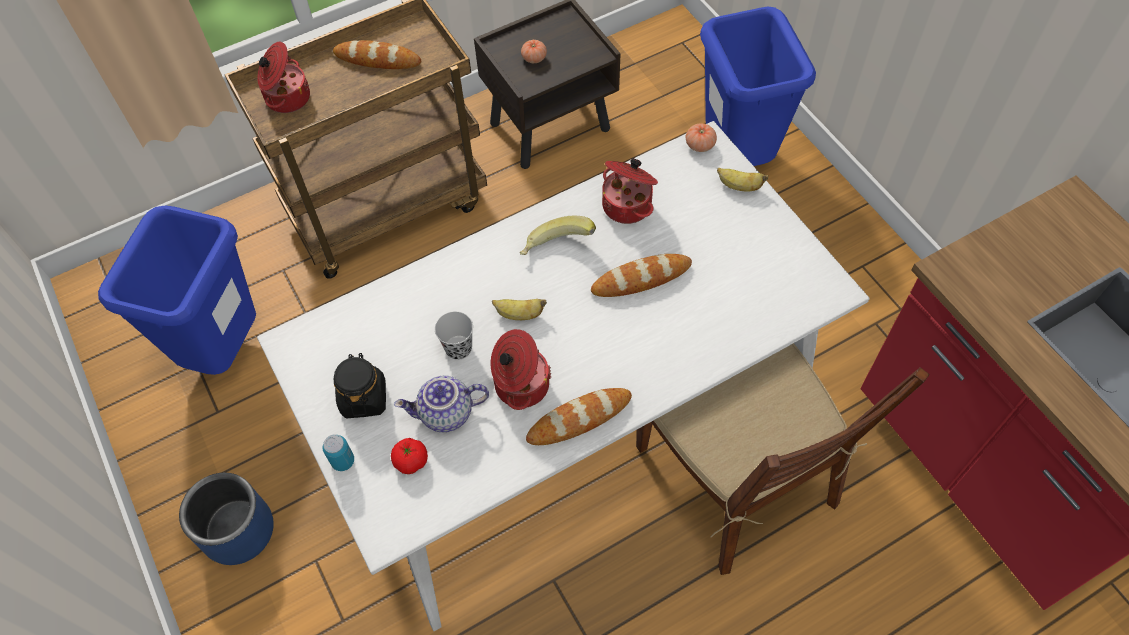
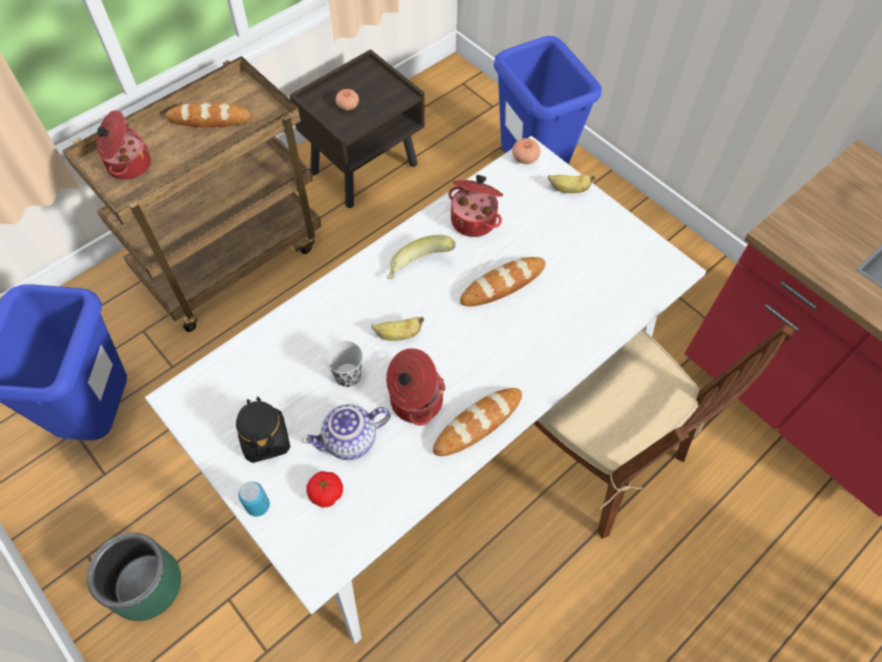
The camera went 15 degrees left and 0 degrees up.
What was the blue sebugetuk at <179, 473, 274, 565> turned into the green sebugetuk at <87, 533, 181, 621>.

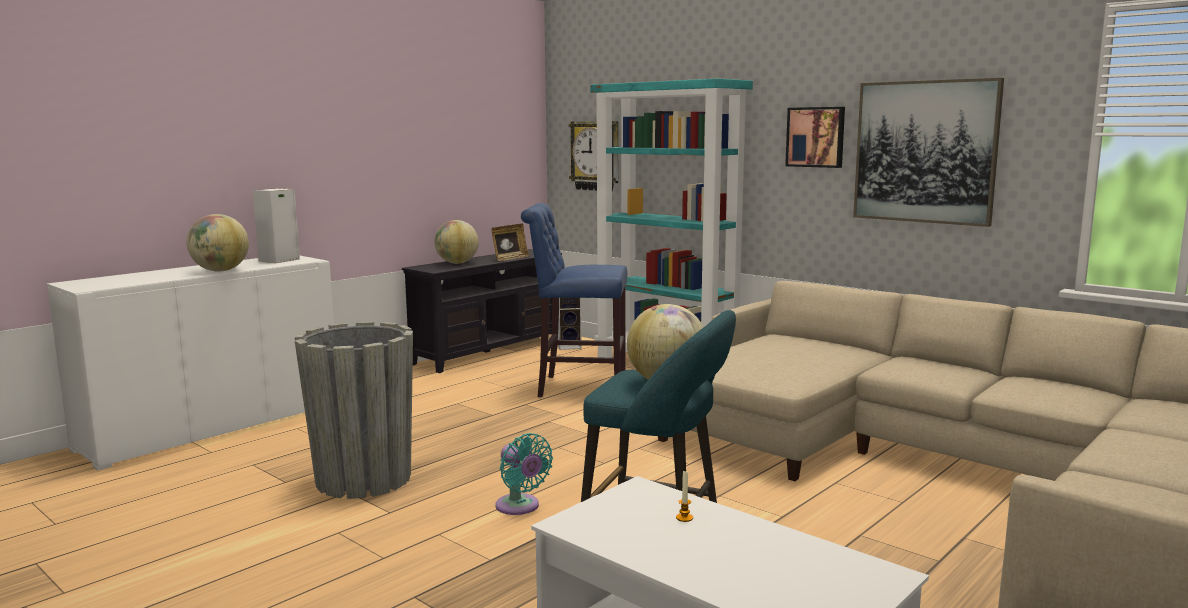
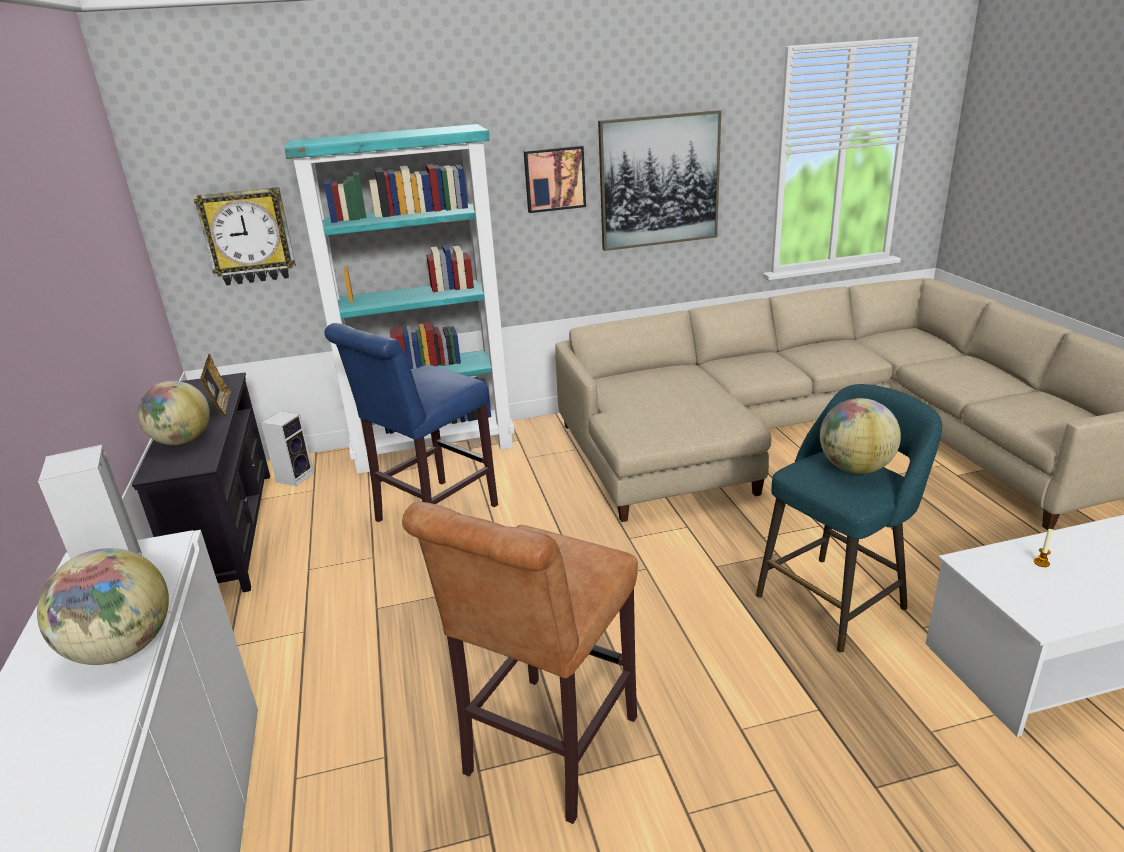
The camera went 55 degrees left and 15 degrees up.
Where the grey sebugetuk stood at <295, 322, 413, 499>, the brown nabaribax came to stand at <402, 502, 638, 824>.
The second view lost the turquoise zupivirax at <495, 433, 553, 515>.

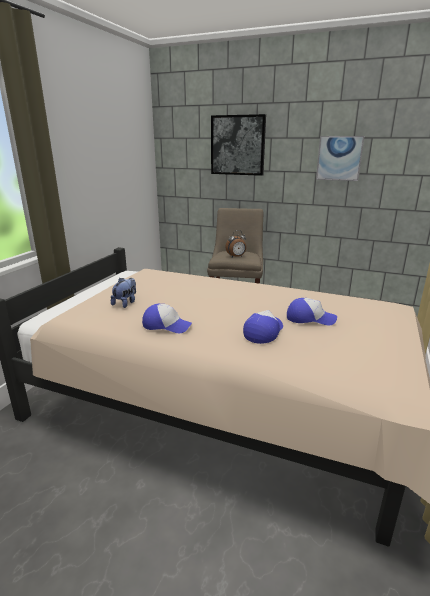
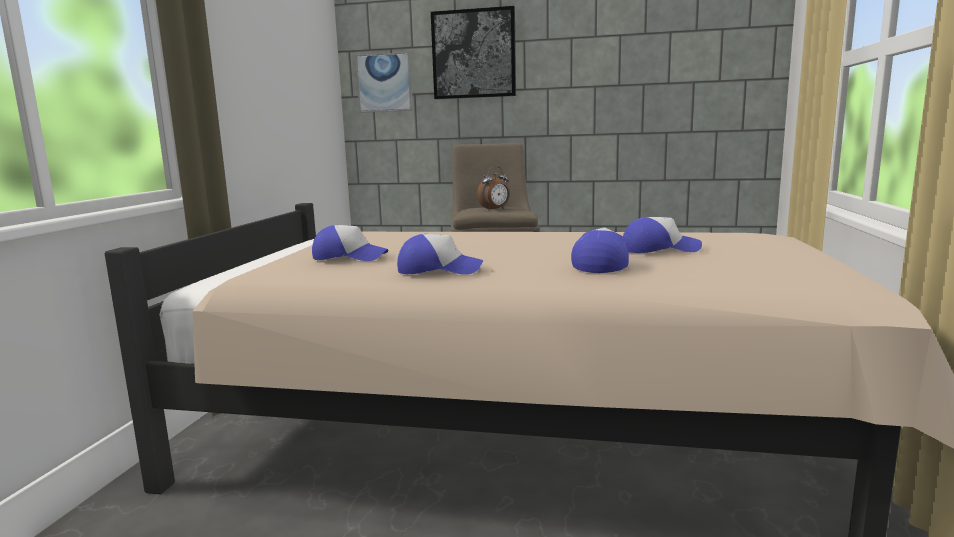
The camera went 10 degrees left and 10 degrees down.
The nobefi ended up elsewhere, having gone from <316, 136, 365, 181> to <356, 52, 413, 113>.
Where the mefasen stood at <111, 278, 136, 308>, the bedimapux came to stand at <312, 225, 388, 261>.

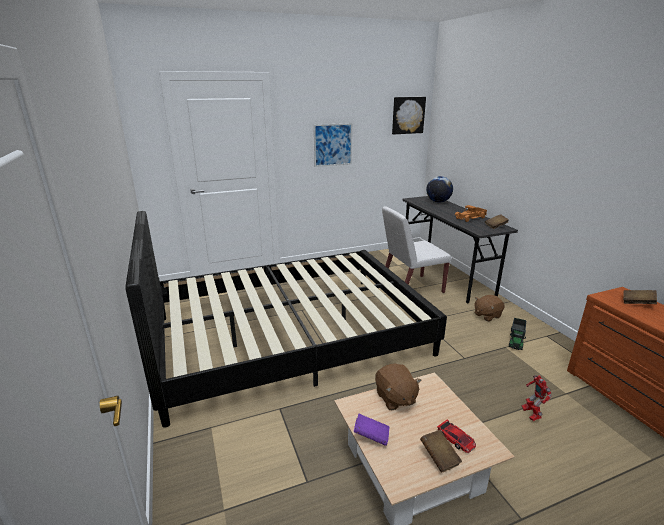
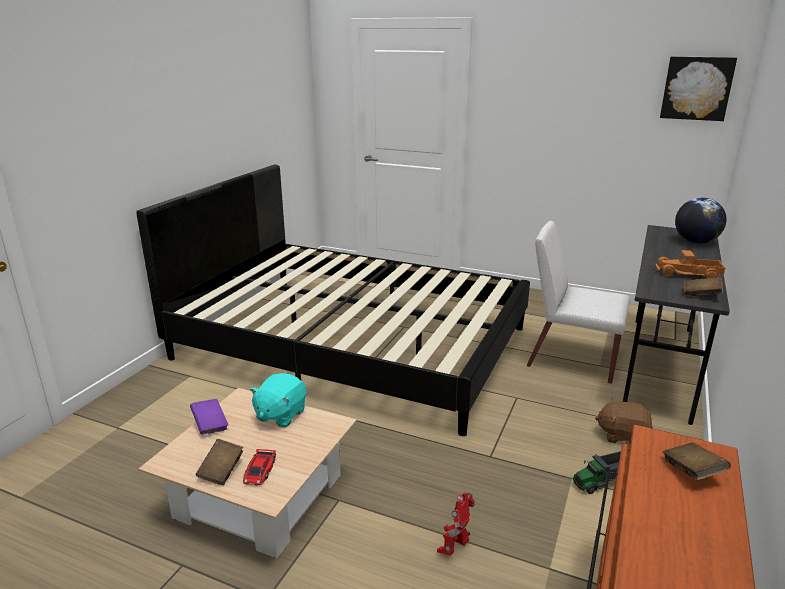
The camera went 45 degrees right and 0 degrees up.
The second view lost the nobefi at <314, 123, 352, 167>.
What was the brown mefasen at <375, 364, 422, 410> turned into the turquoise mefasen at <249, 373, 307, 427>.

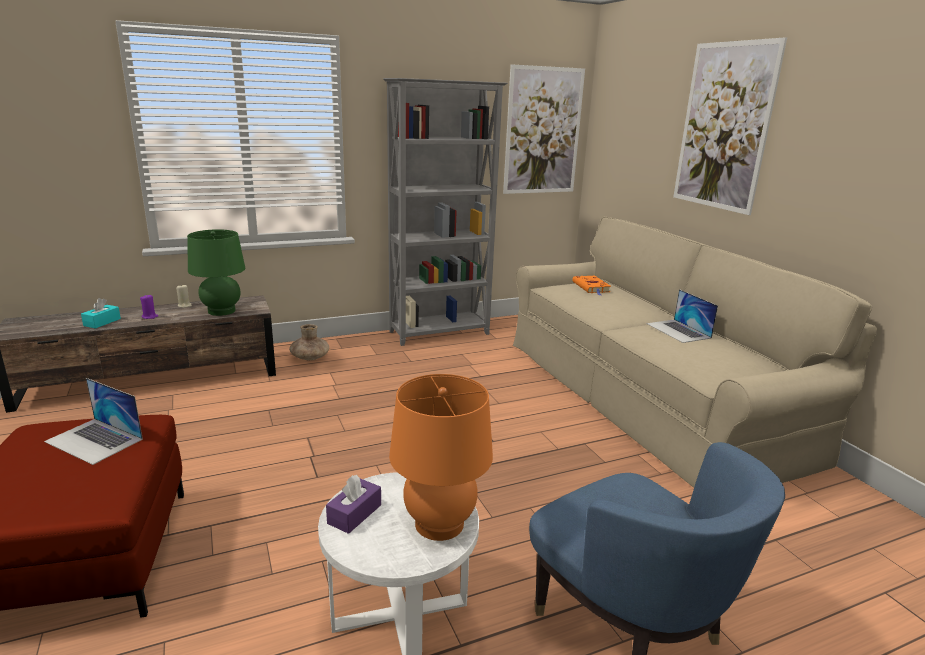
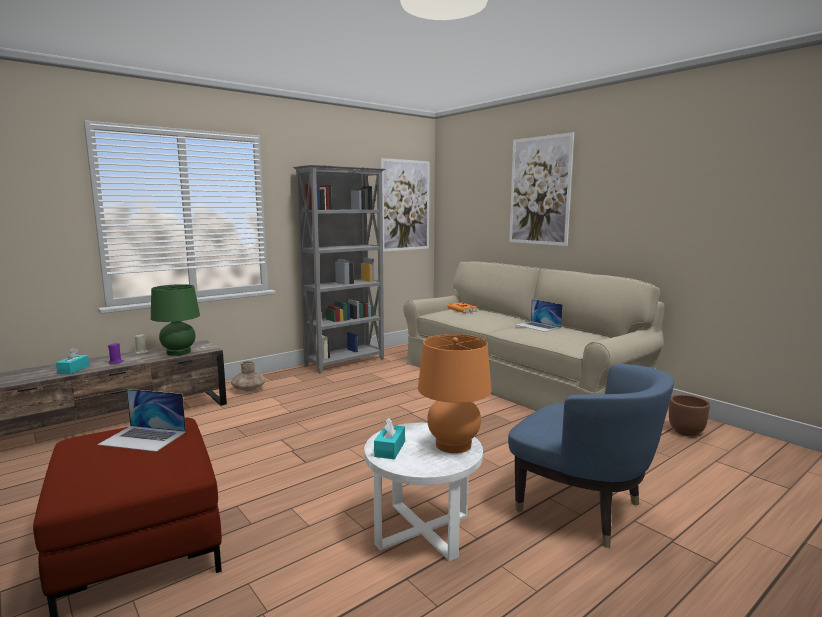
The camera went 15 degrees left and 10 degrees down.
What was the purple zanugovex at <326, 475, 381, 534> turned into the turquoise zanugovex at <374, 417, 405, 459>.
The second view gained the brown sebugetuk at <669, 395, 710, 436>.

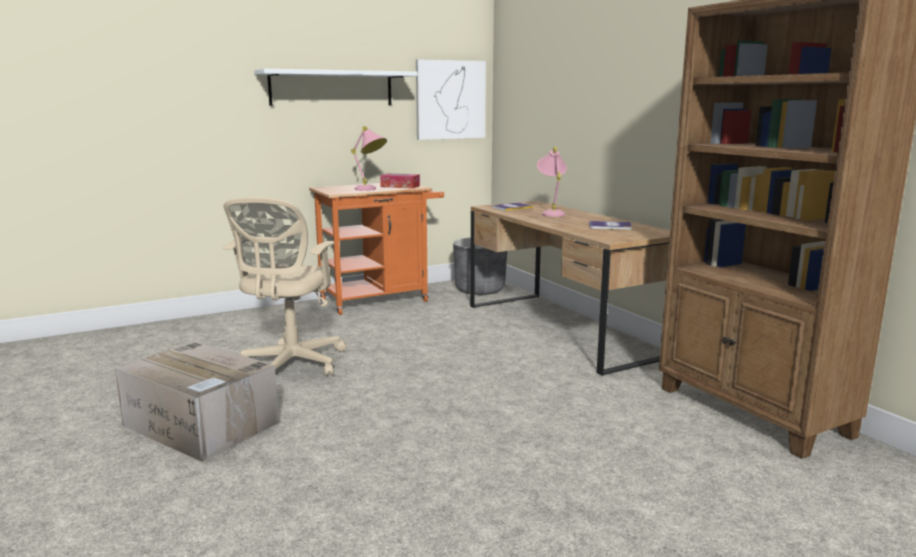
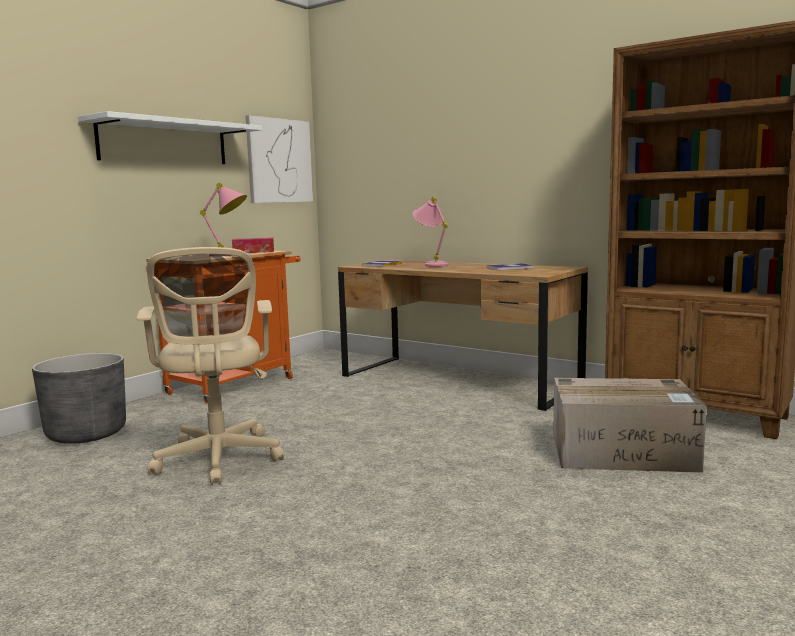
The camera went 25 degrees left and 5 degrees down.
The grey sebugetuk ended up elsewhere, having gone from <453, 237, 507, 295> to <32, 353, 126, 444>.
The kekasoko ended up elsewhere, having gone from <115, 341, 279, 462> to <553, 378, 707, 473>.

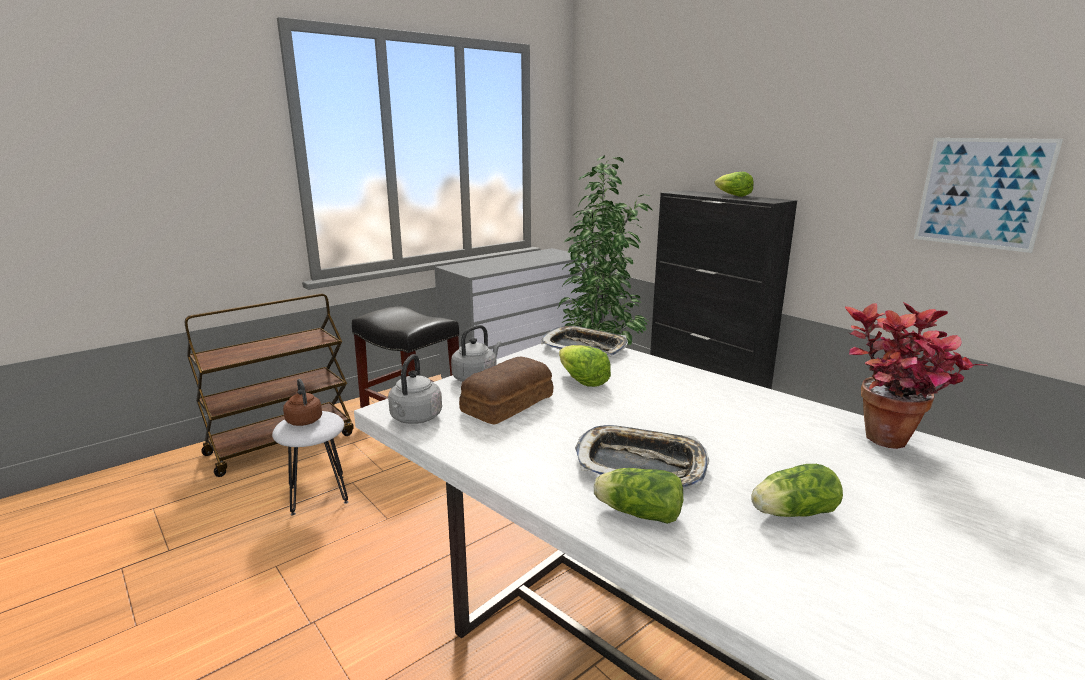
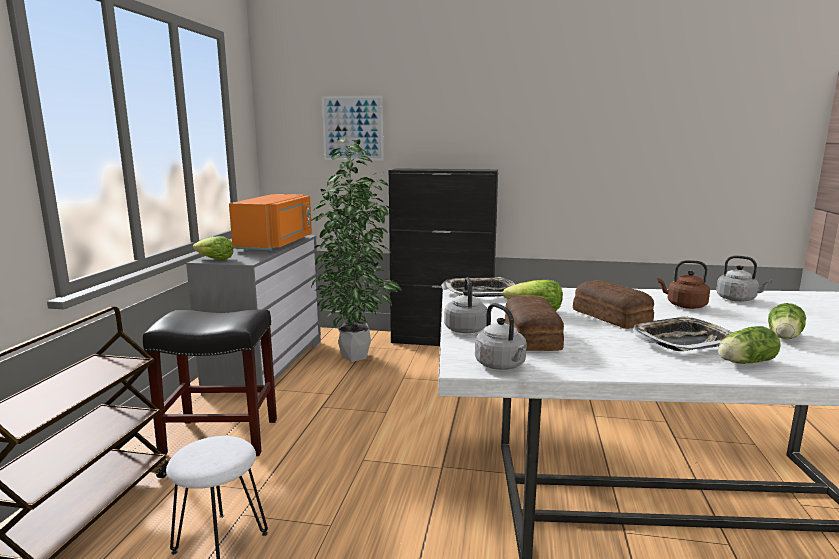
The camera went 40 degrees left and 5 degrees down.
The nobefi ended up elsewhere, having gone from <914, 138, 1063, 253> to <322, 96, 383, 160>.
The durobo ended up elsewhere, having gone from <714, 172, 754, 197> to <193, 236, 233, 260>.
Where the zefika stood at <845, 302, 985, 449>, the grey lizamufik came to stand at <716, 255, 772, 302>.
The brown lizamufik ended up elsewhere, having gone from <283, 379, 322, 426> to <657, 260, 710, 309>.
The second view gained the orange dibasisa at <229, 194, 312, 251>.
The second view gained the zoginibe at <573, 280, 654, 329>.

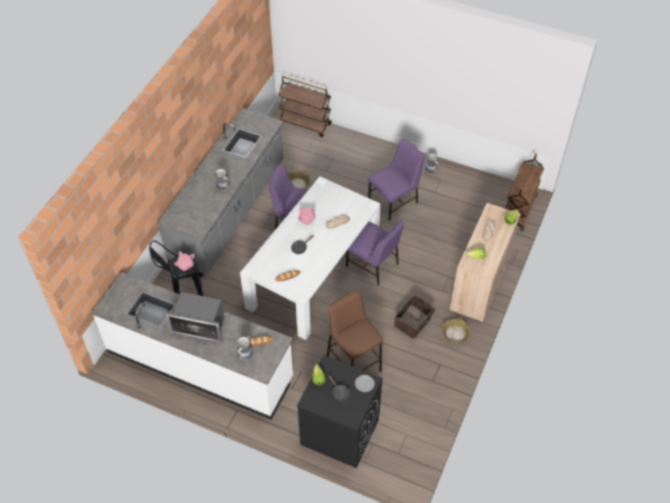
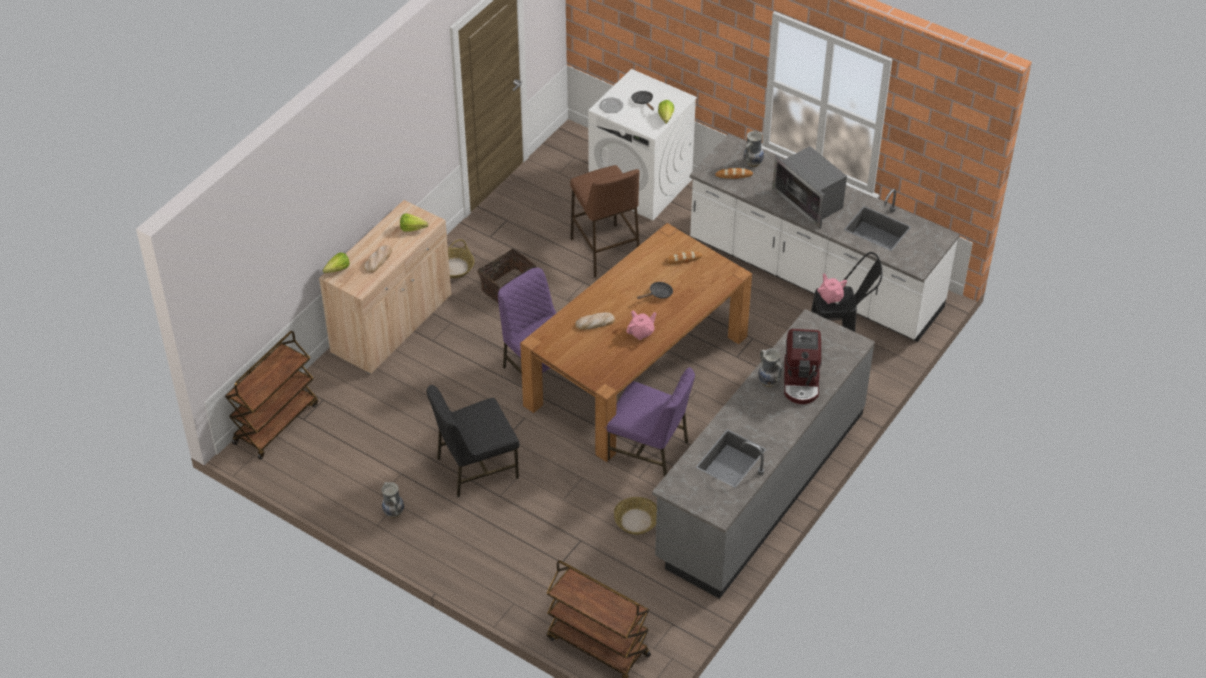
The camera went 170 degrees left and 5 degrees down.
What was the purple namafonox at <368, 139, 424, 221> turned into the black namafonox at <426, 385, 520, 497>.
What was the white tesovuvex at <240, 176, 381, 340> turned into the brown tesovuvex at <520, 223, 752, 462>.
The dibasisa at <165, 292, 225, 343> ended up facing another way, 150 degrees counterclockwise from before.
What was the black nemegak at <297, 355, 382, 468> turned into the white nemegak at <588, 69, 697, 220>.
The second view gained the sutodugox at <784, 329, 821, 404>.

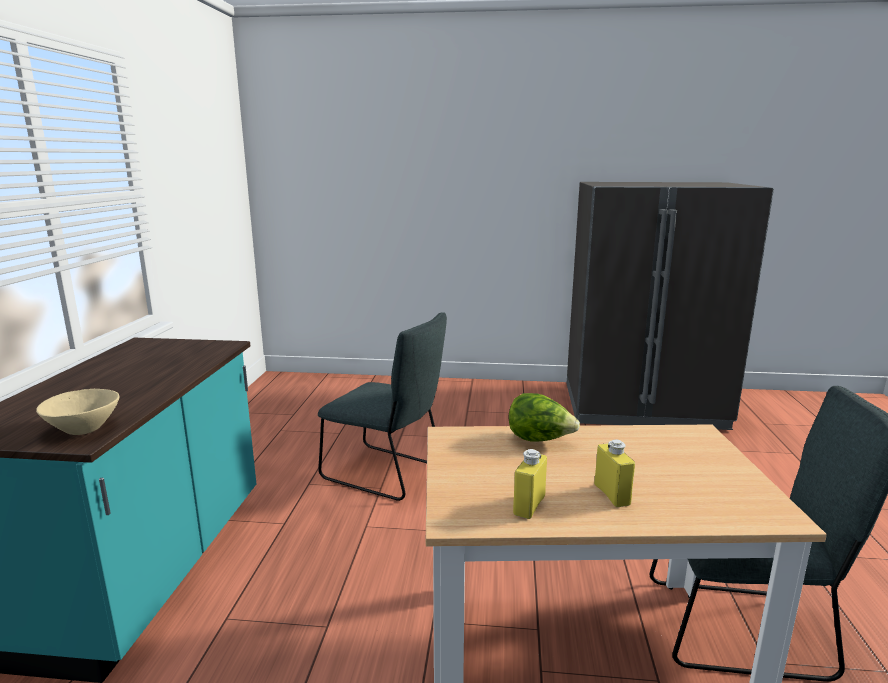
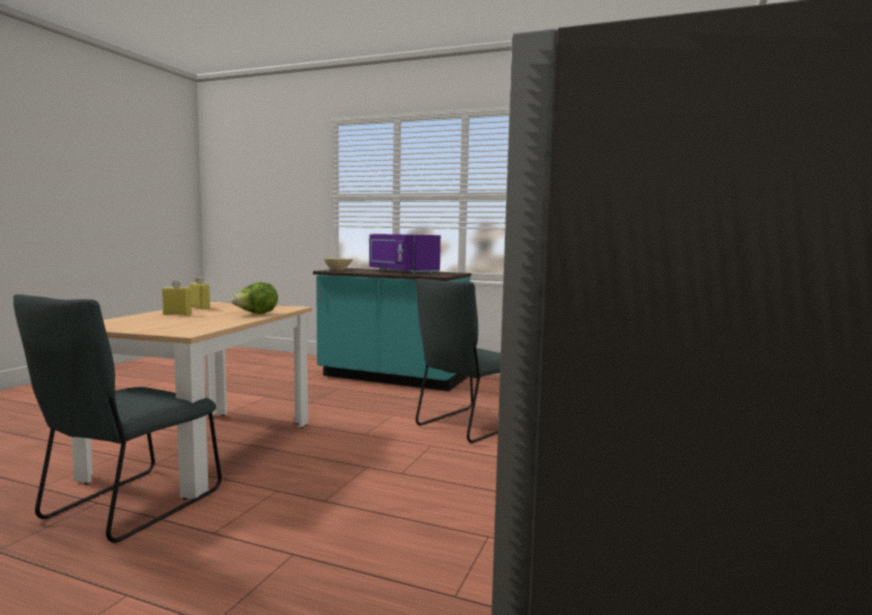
The camera went 105 degrees right and 10 degrees down.
The second view gained the purple dibasisa at <369, 234, 441, 275>.

